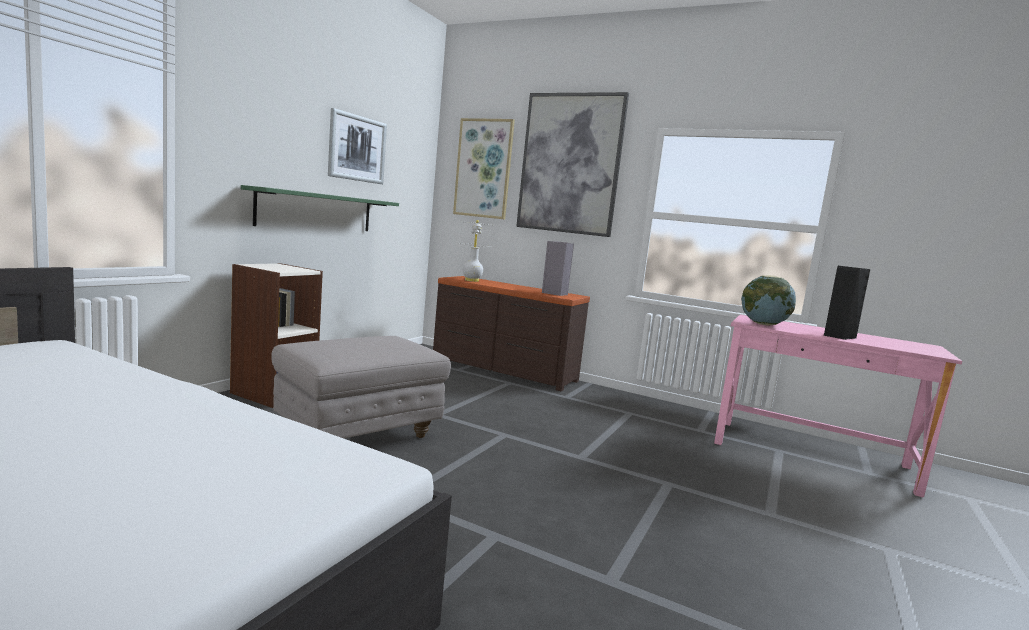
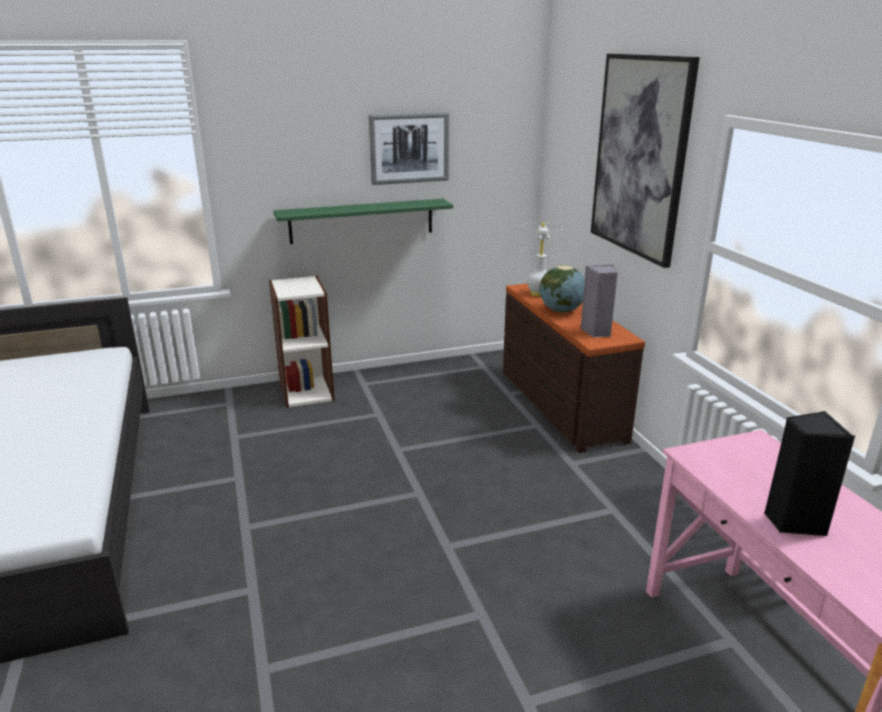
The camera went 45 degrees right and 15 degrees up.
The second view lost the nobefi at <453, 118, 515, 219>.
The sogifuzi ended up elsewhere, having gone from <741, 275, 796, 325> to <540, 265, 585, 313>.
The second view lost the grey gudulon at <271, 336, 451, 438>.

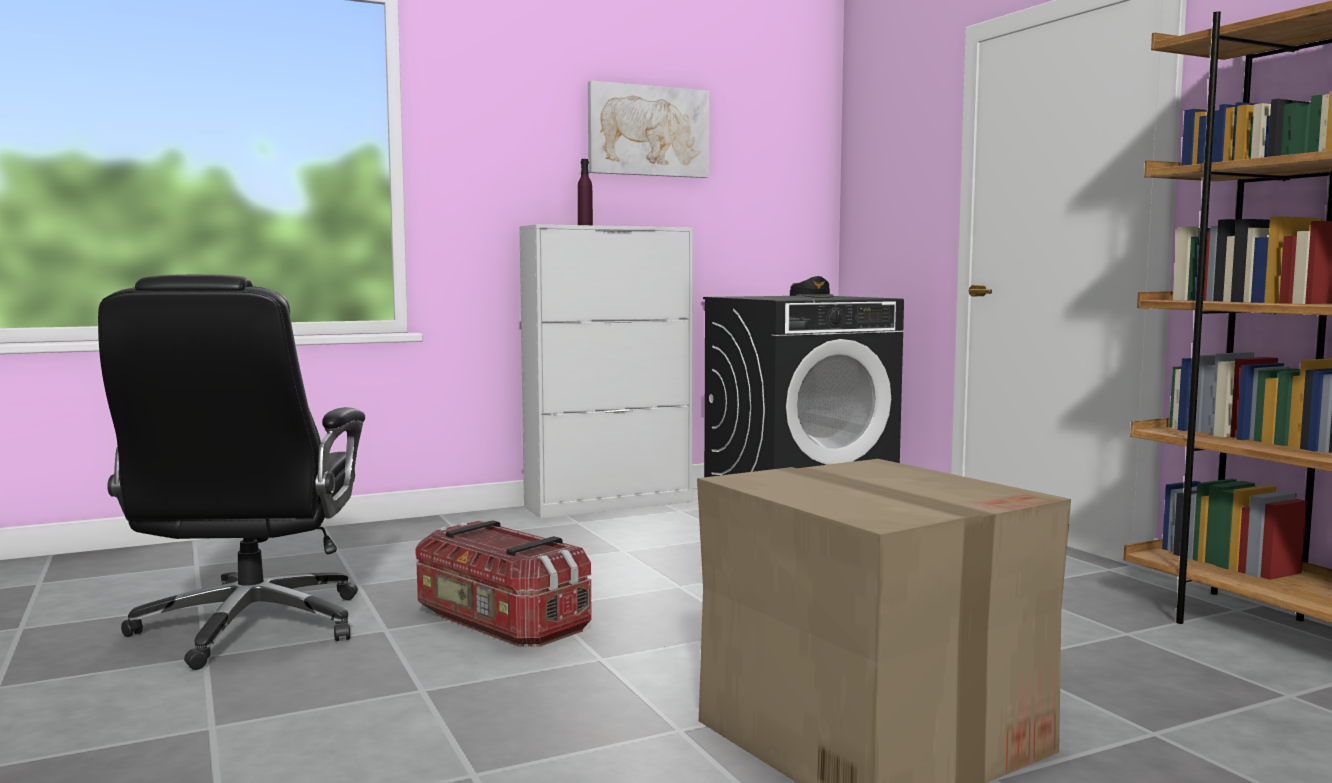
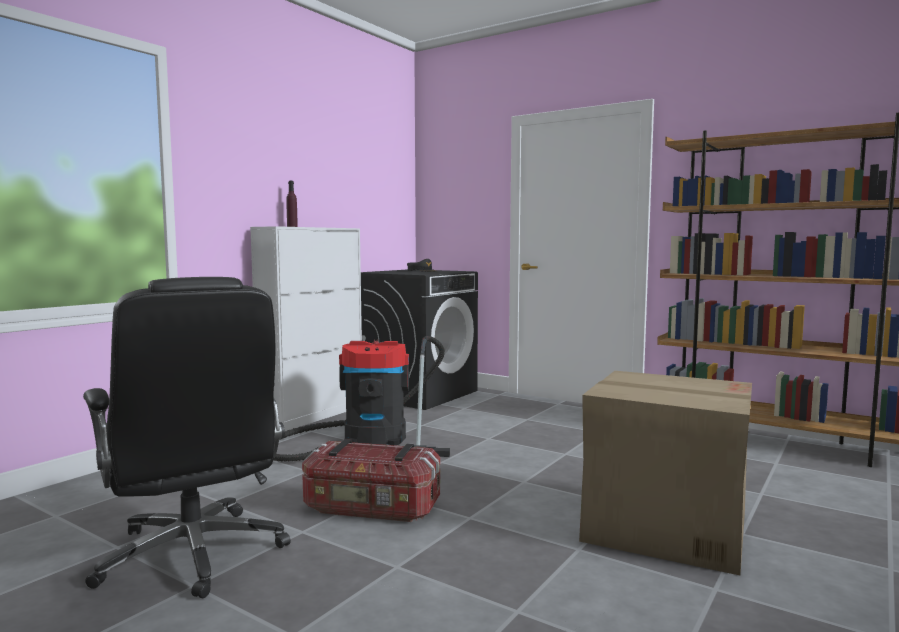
The camera went 30 degrees left and 0 degrees up.
The second view lost the nobefi at <588, 81, 710, 178>.
The second view gained the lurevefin at <273, 336, 450, 462>.

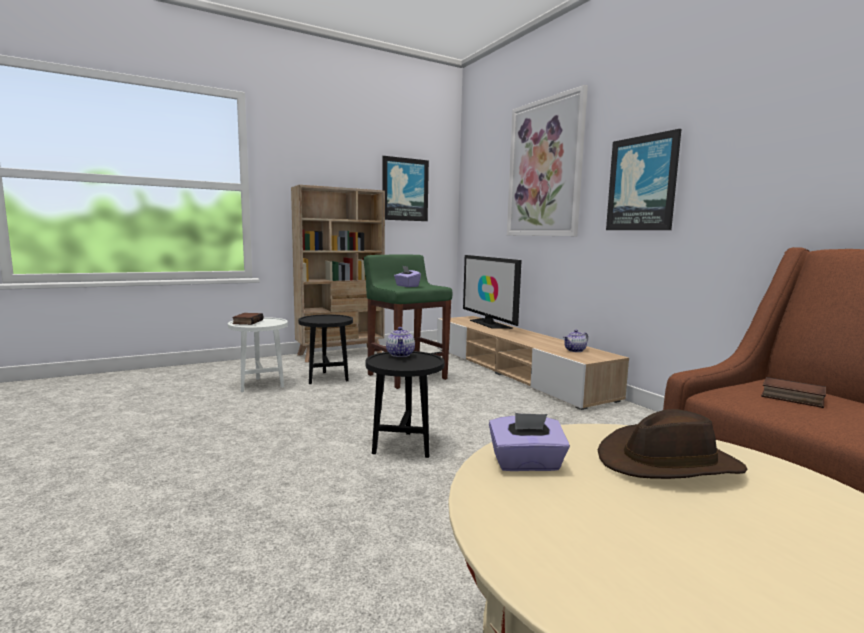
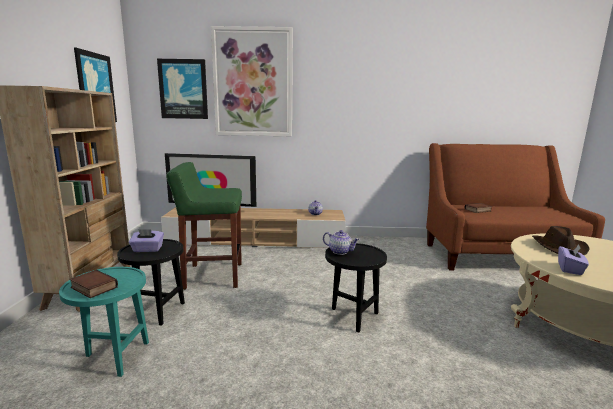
The camera went 60 degrees left and 5 degrees up.
The nobefi ended up elsewhere, having gone from <606, 129, 681, 230> to <157, 59, 208, 119>.
The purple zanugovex ended up elsewhere, having gone from <394, 266, 421, 287> to <129, 229, 164, 252>.
What was the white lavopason at <228, 317, 288, 392> turned into the turquoise lavopason at <59, 267, 149, 377>.

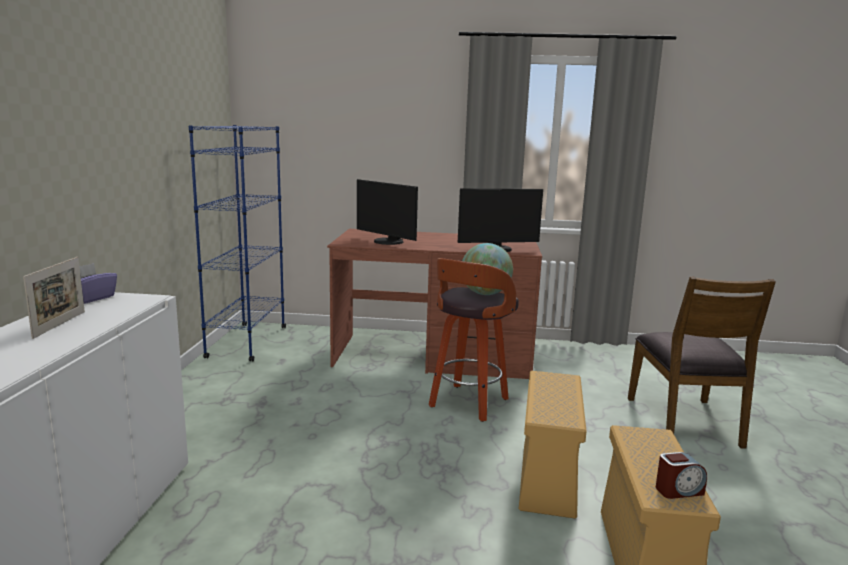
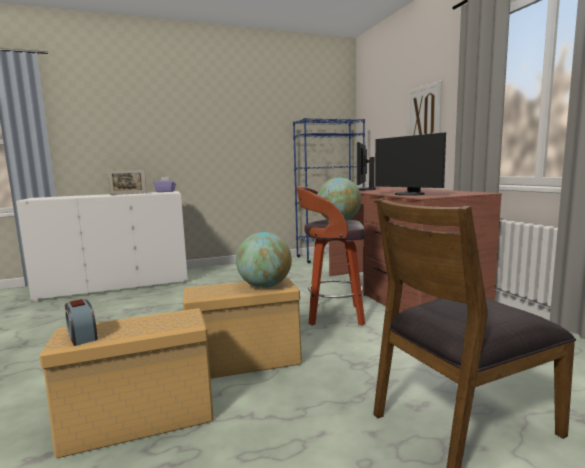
The camera went 65 degrees right and 5 degrees down.
The second view gained the nobefi at <408, 80, 443, 136>.
The second view gained the sogifuzi at <236, 232, 292, 288>.

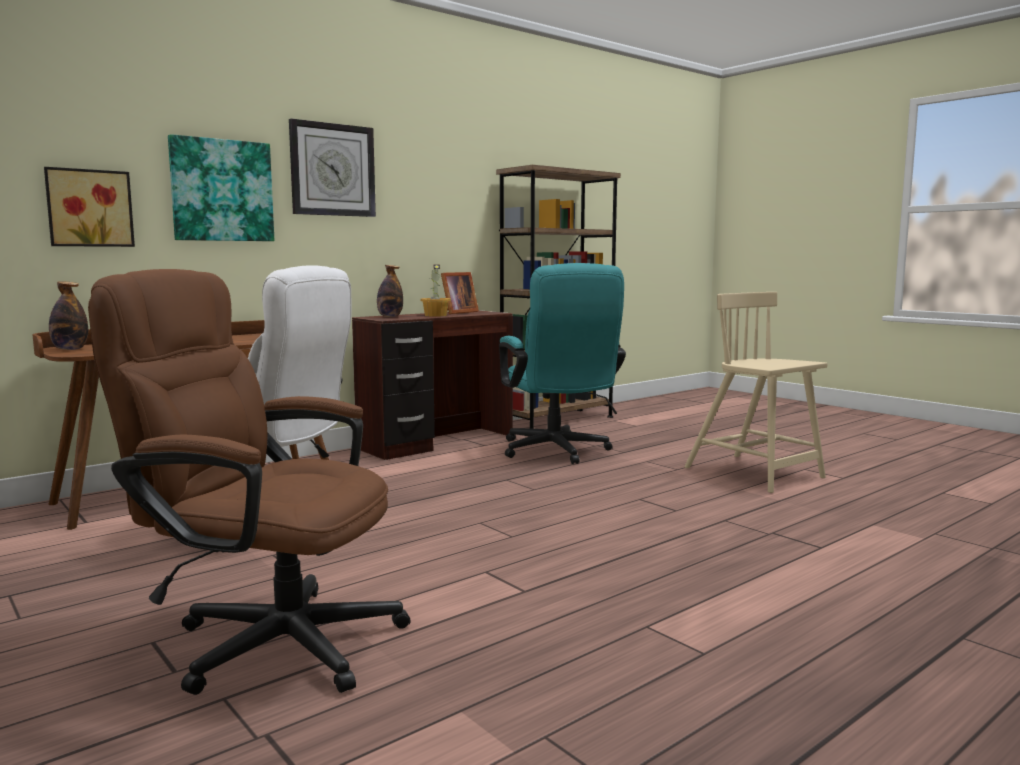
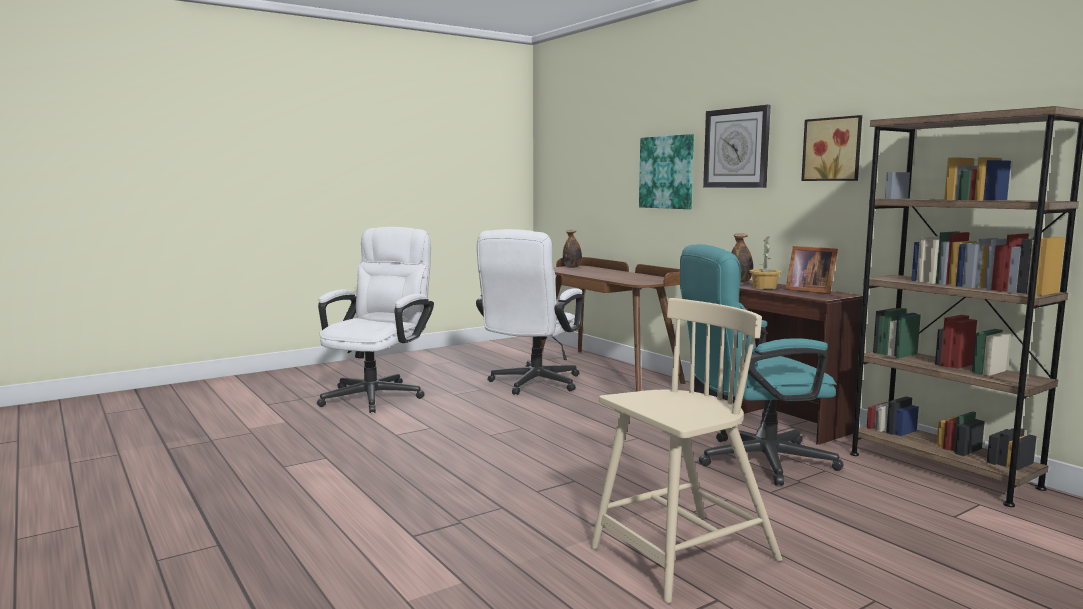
The camera went 95 degrees right and 0 degrees up.
The nobefi ended up elsewhere, having gone from <44, 167, 135, 247> to <801, 115, 862, 181>.
What was the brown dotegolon at <88, 269, 411, 695> turned into the white dotegolon at <317, 227, 434, 413>.

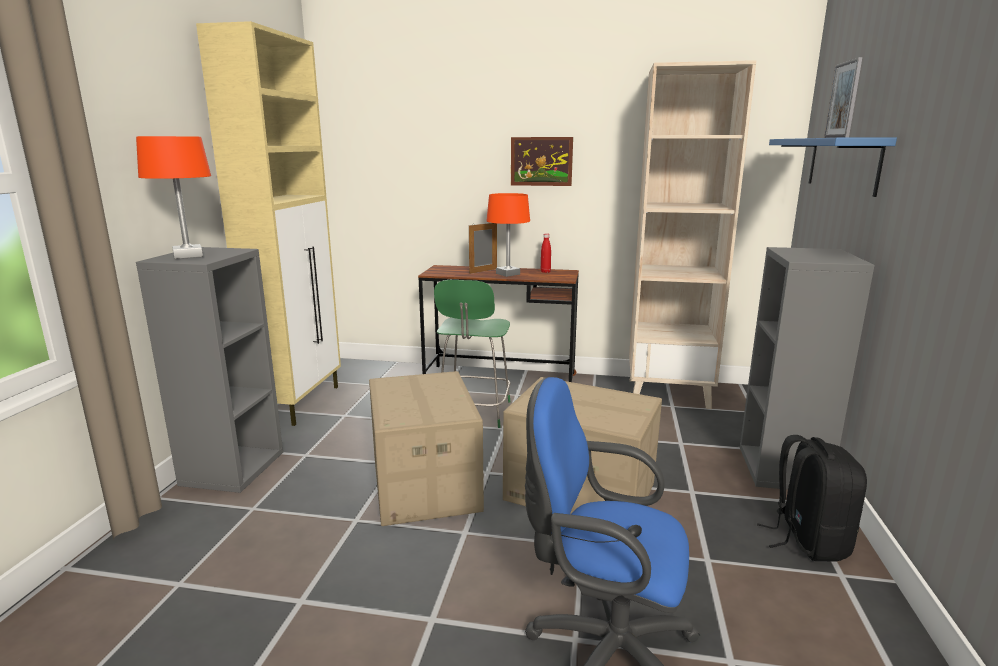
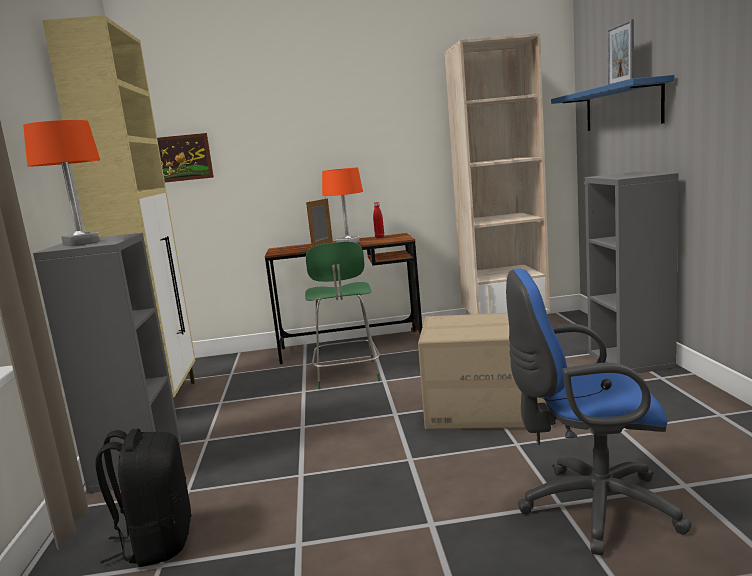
The camera went 15 degrees left and 5 degrees down.
The nobefi ended up elsewhere, having gone from <511, 137, 573, 186> to <157, 133, 214, 182>.
The second view lost the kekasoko at <369, 371, 484, 526>.
The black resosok ended up elsewhere, having gone from <757, 435, 867, 562> to <95, 429, 192, 567>.

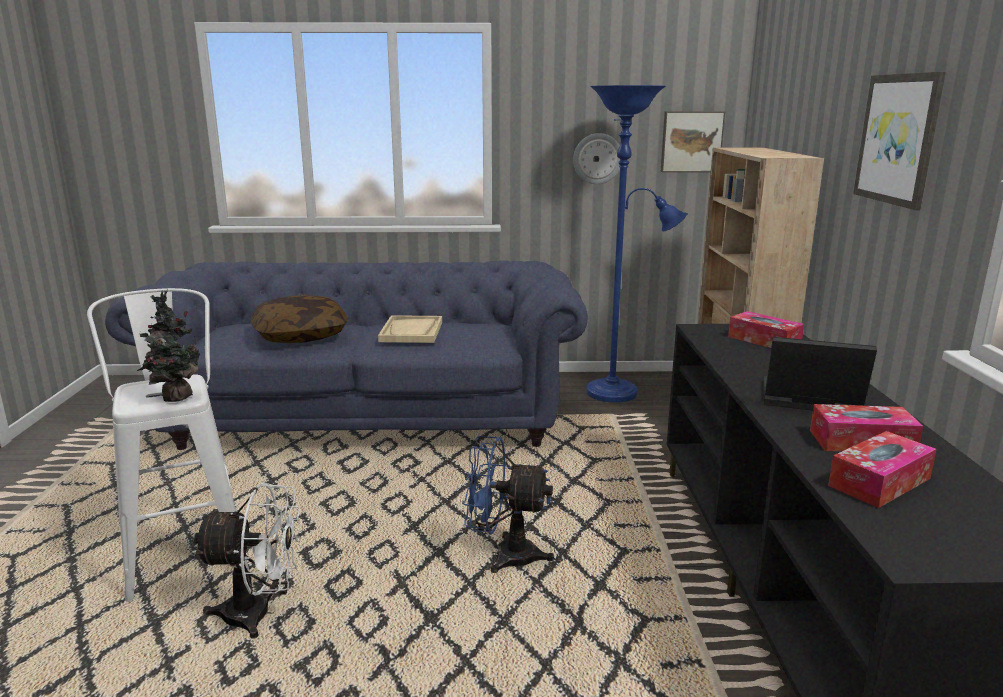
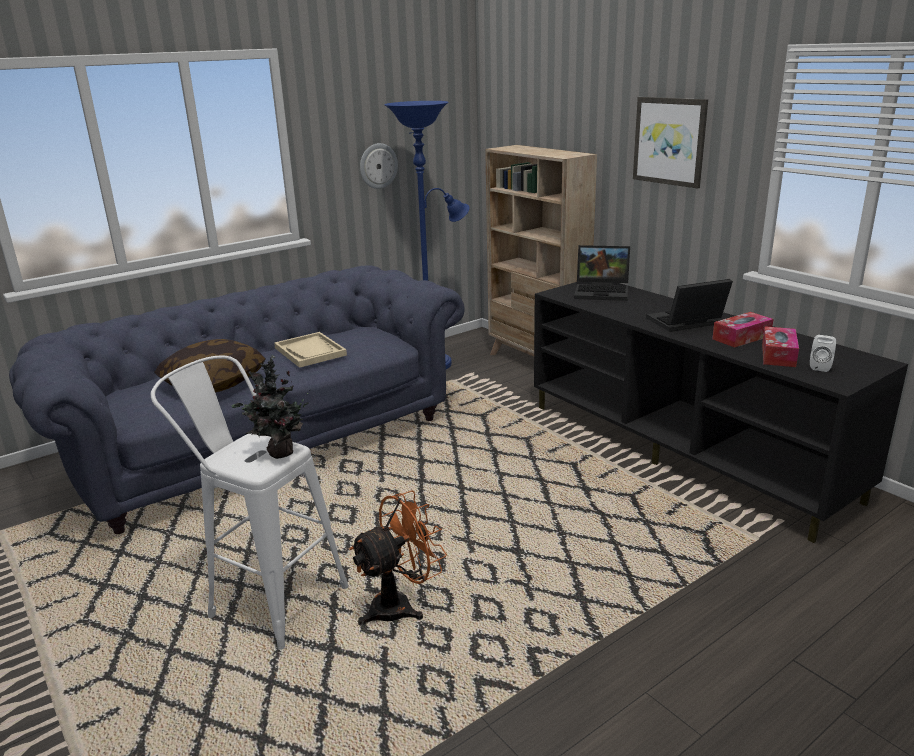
The camera went 35 degrees left and 5 degrees up.
The second view lost the nobefi at <661, 111, 725, 172>.
Where the zanugovex stood at <728, 311, 804, 348>, the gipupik came to stand at <574, 245, 630, 301>.
The second view lost the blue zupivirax at <462, 436, 554, 573>.
What was the white zupivirax at <192, 483, 301, 639> turned into the orange zupivirax at <350, 490, 447, 626>.
The second view gained the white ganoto at <810, 335, 836, 372>.

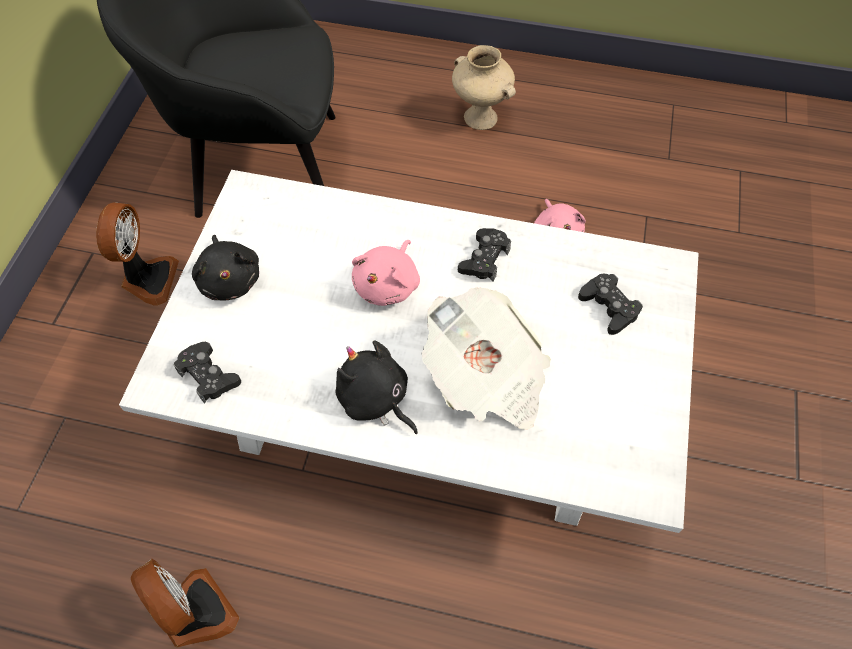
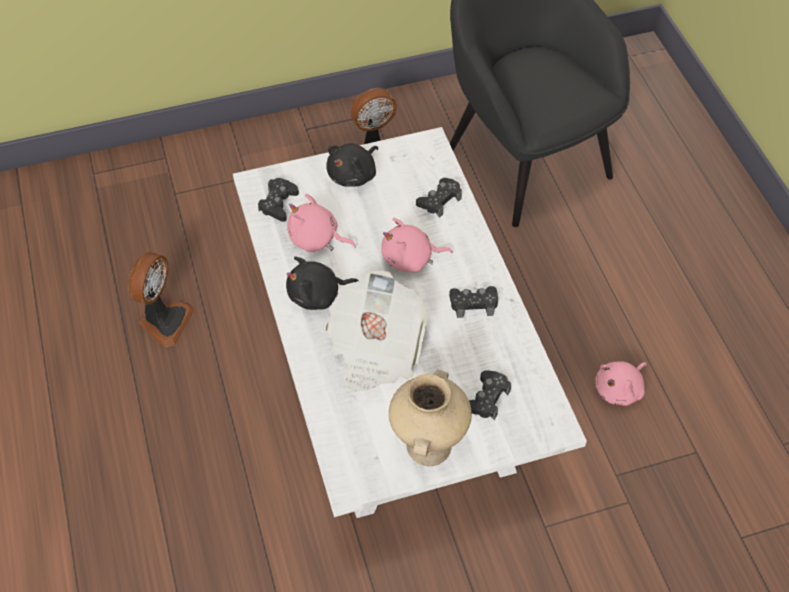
The camera went 60 degrees right and 5 degrees down.
The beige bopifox ended up elsewhere, having gone from <452, 45, 516, 130> to <389, 370, 472, 466>.
The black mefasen at <336, 340, 418, 434> ended up facing another way, 120 degrees counterclockwise from before.
The second view gained the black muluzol at <416, 178, 462, 218>.
The second view gained the pink mefasen at <287, 194, 356, 252>.

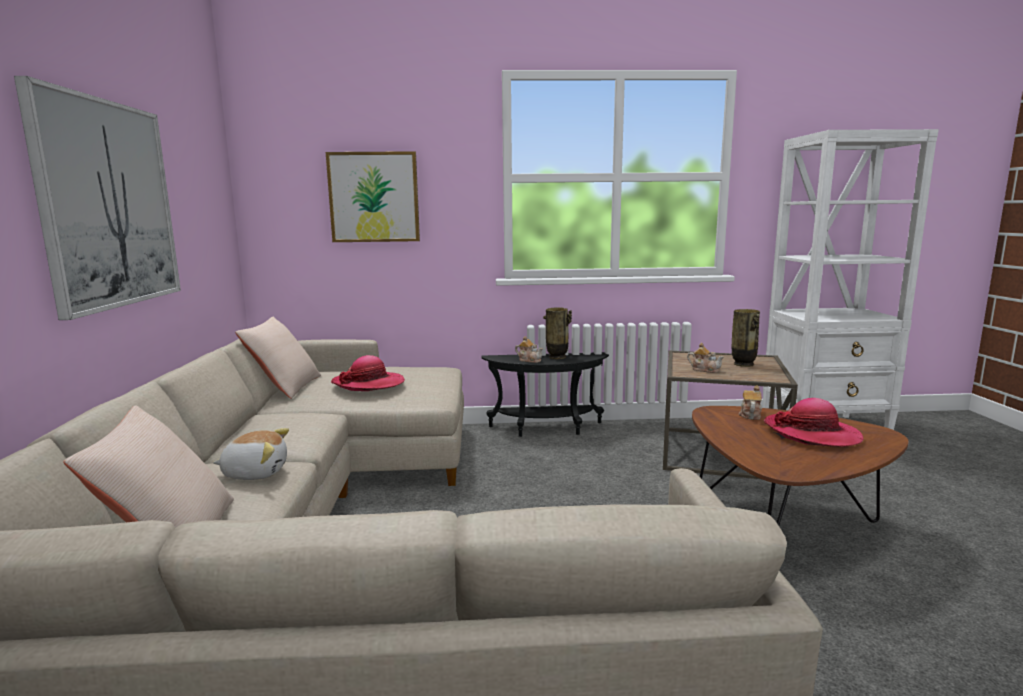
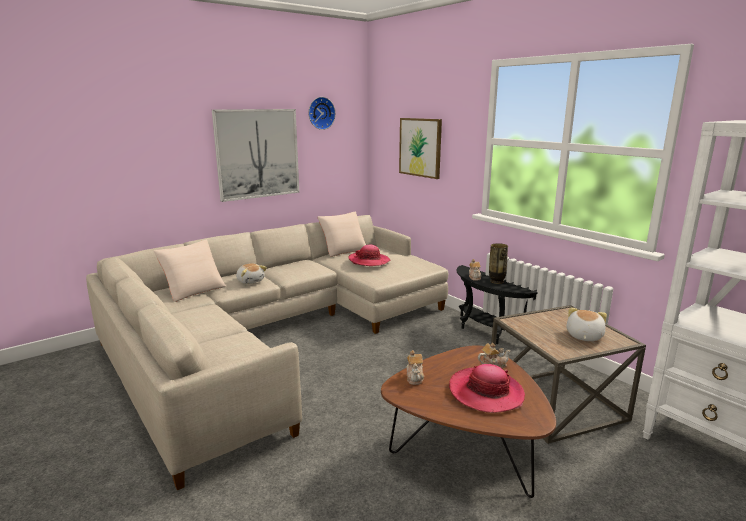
The camera went 55 degrees right and 5 degrees up.
Where the bopifox stood at <732, 309, 760, 367>, the mefasen came to stand at <566, 308, 607, 341>.
The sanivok ended up elsewhere, having gone from <687, 342, 724, 373> to <407, 350, 424, 385>.
The second view gained the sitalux at <309, 97, 336, 130>.

